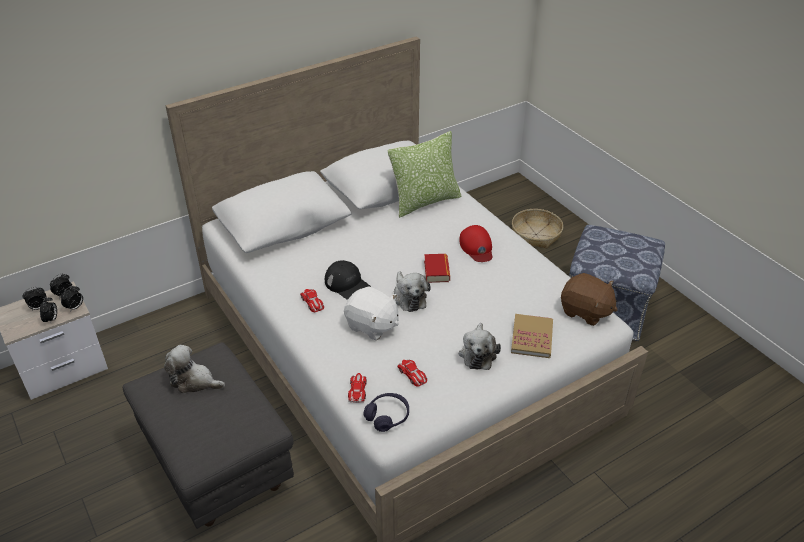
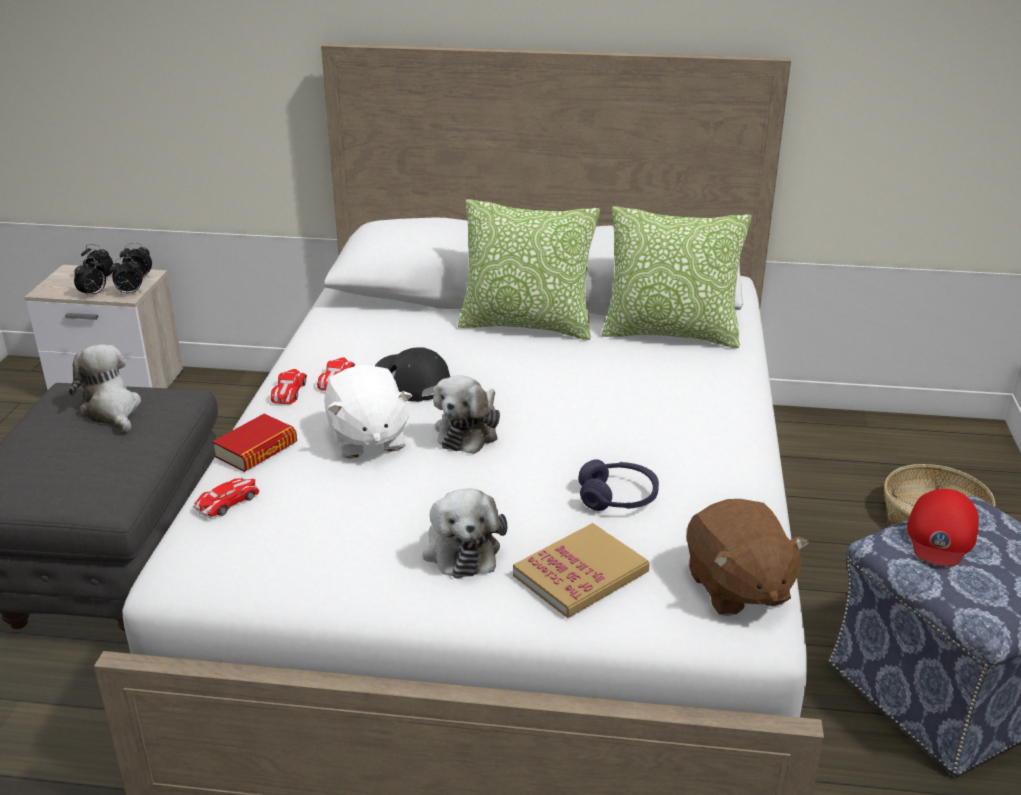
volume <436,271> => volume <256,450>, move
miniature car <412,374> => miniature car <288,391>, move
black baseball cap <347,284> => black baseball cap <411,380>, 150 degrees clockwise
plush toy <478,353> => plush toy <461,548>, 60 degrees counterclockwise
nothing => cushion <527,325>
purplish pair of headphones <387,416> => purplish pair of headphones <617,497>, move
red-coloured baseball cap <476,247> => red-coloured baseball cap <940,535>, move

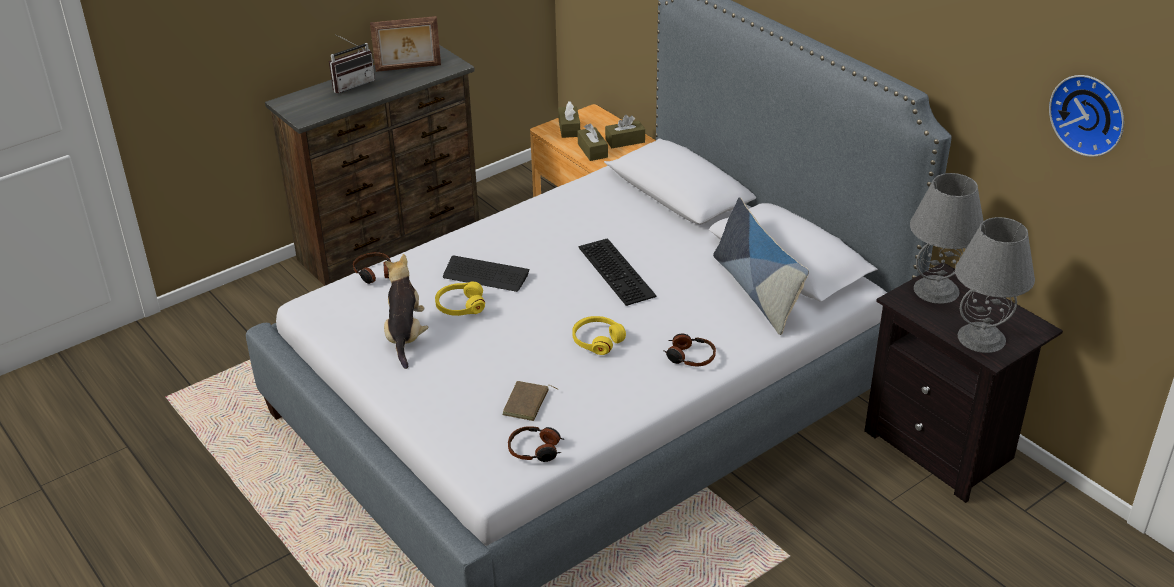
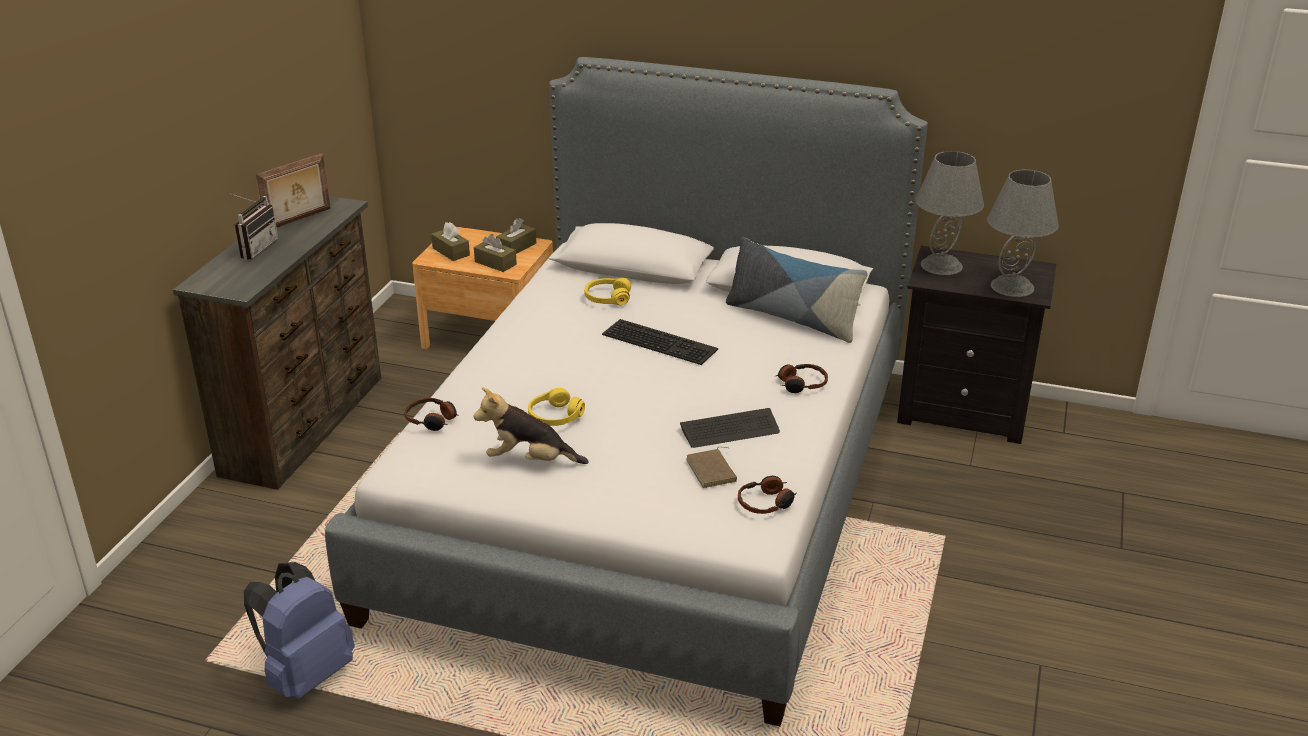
nothing => blue-coloured knapsack <306,674>
plush toy <405,336> => plush toy <530,460>, 45 degrees counterclockwise
yellowish pair of headphones <597,340> => yellowish pair of headphones <607,298>, move
computer keyboard <485,275> => computer keyboard <730,430>, move
hanging clock <1090,113> => nothing

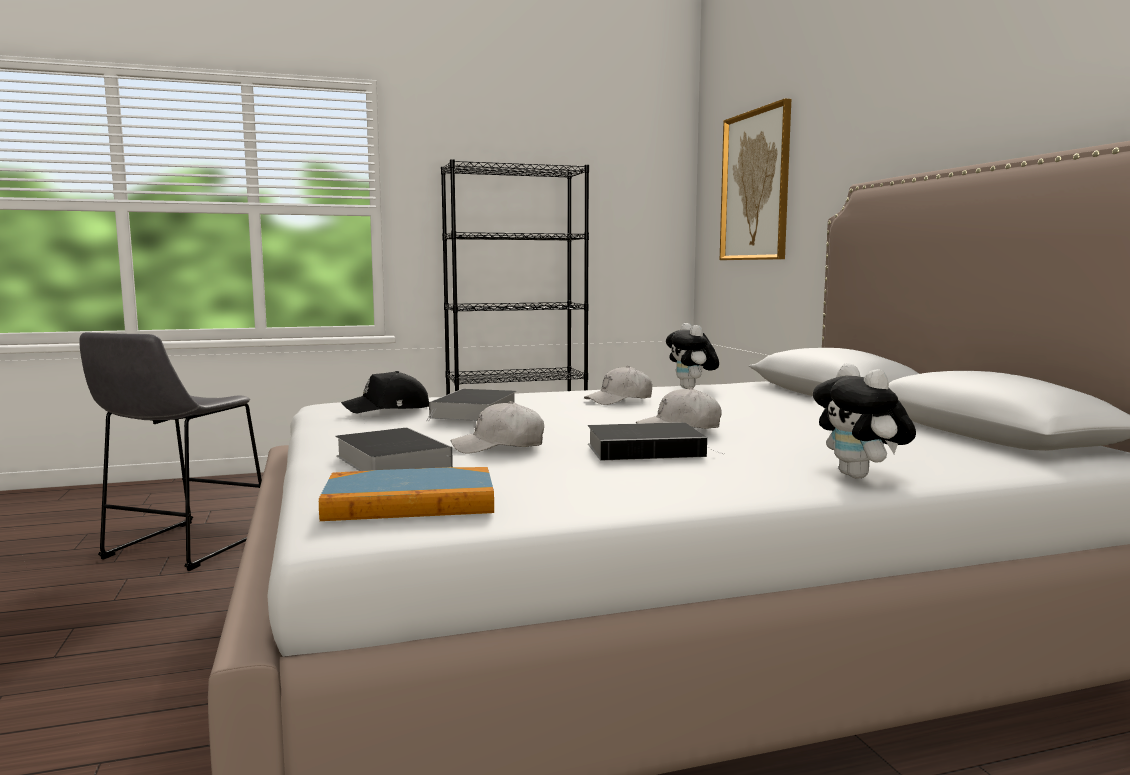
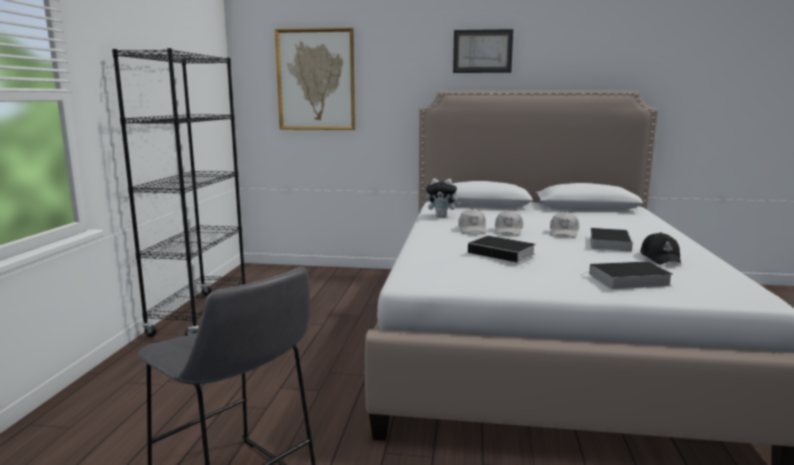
nothing => wall art <482,51>
white-coloured baseball cap <499,446> => white-coloured baseball cap <508,231>, move
black baseball cap <388,409> => black baseball cap <661,258>, move
volume <410,502> => nothing
plush toy <860,476> => nothing

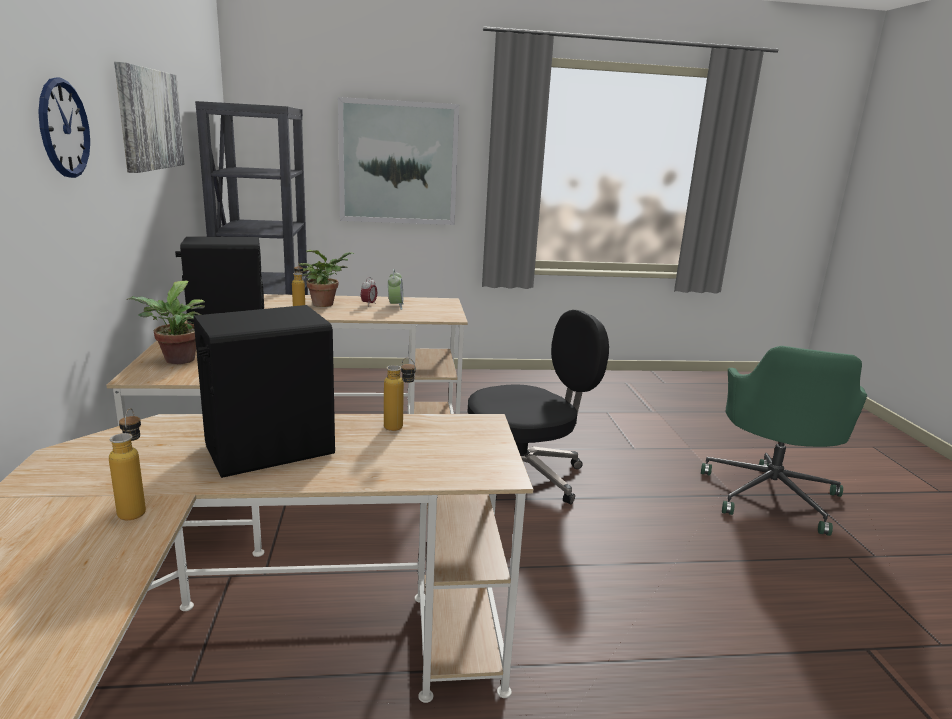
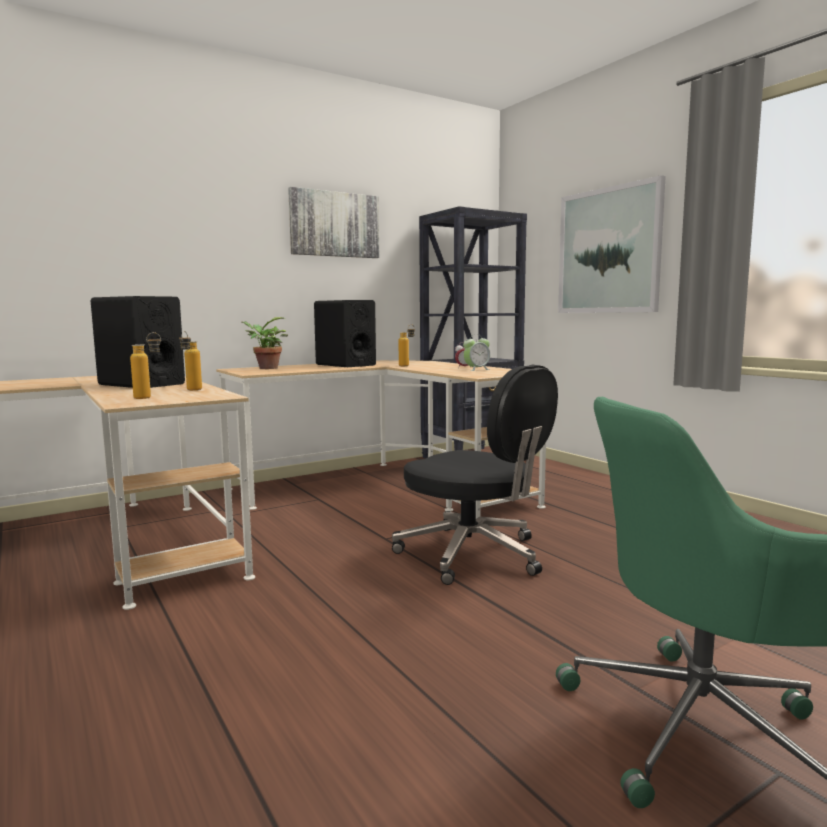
drink bottle <136,508> => drink bottle <149,397>, move
hanging clock <63,128> => nothing
houseplant <325,304> => nothing

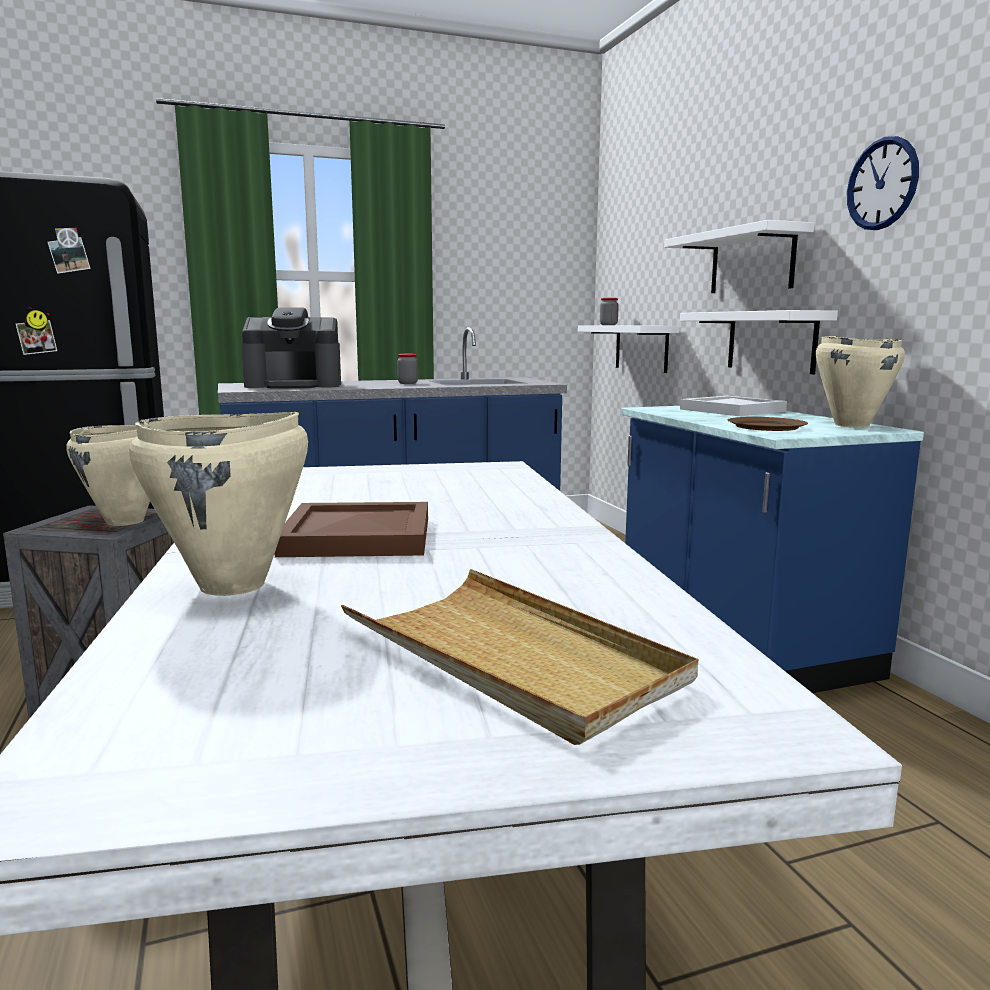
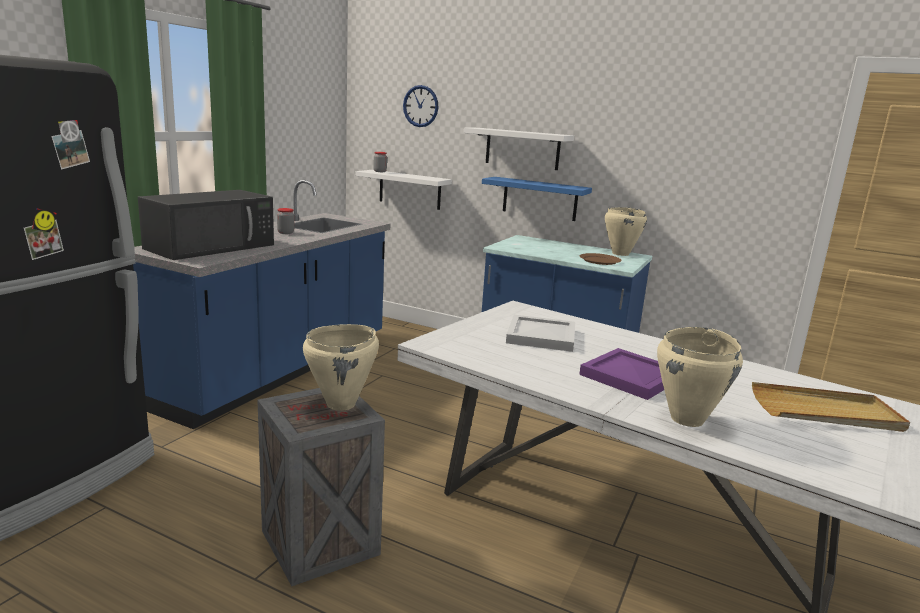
coffee machine <294,385> => black kitchen microwave <212,246>
hanging clock <882,184> => hanging clock <420,106>, move
white-coloured wall shelf <771,341> => blue-coloured wall shelf <540,199>
white-coloured serving tray <734,410> => white-coloured serving tray <542,336>, move
brown serving tray <360,537> => purplish serving tray <632,377>

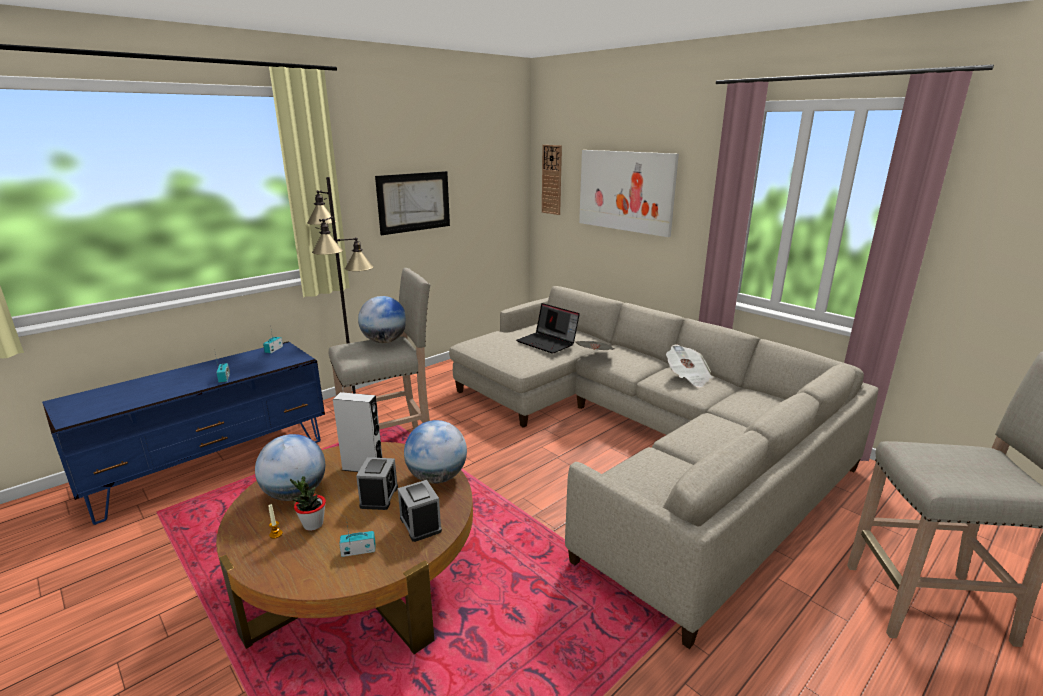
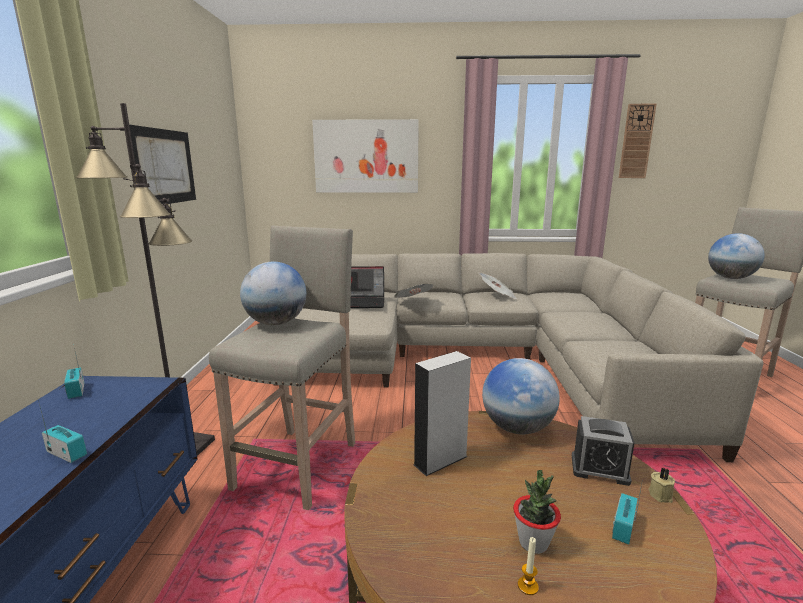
hanging clock <552,180> => hanging clock <636,141>, move
nothing => sand-coloured wax light <661,494>
globe <295,494> => globe <730,278>, move
bedside clock <379,496> => nothing

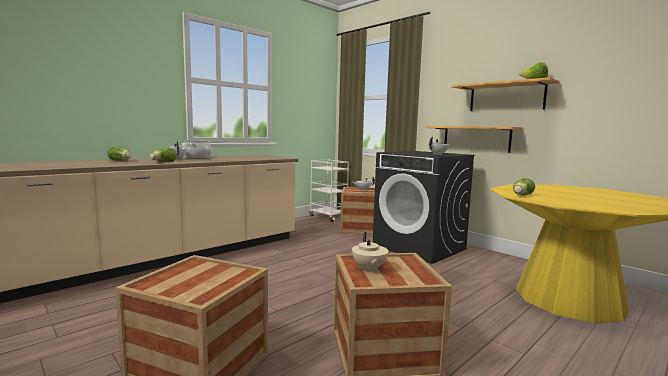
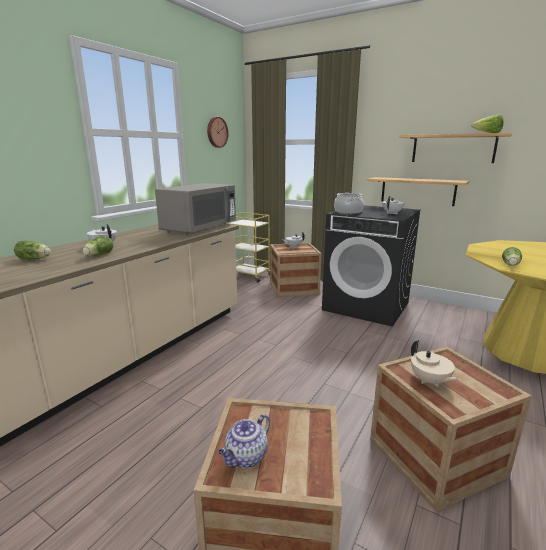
nothing => gray kitchen microwave <199,228>
nothing => hanging clock <216,132>
nothing => teapot <246,457>
white-coloured cart <328,217> => yellowish cart <250,275>
saucepot <197,158> => saucepot <348,212>, move

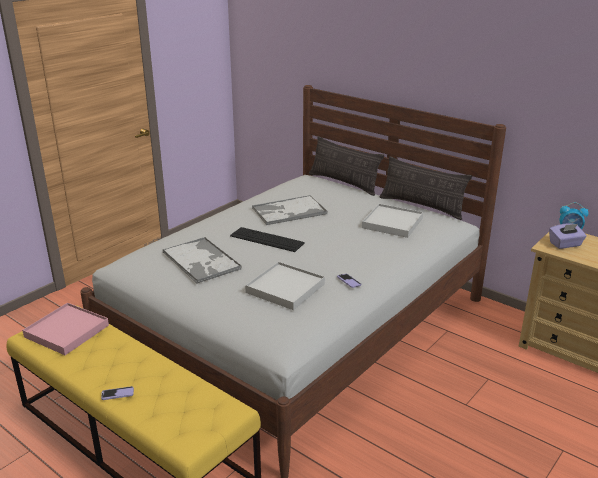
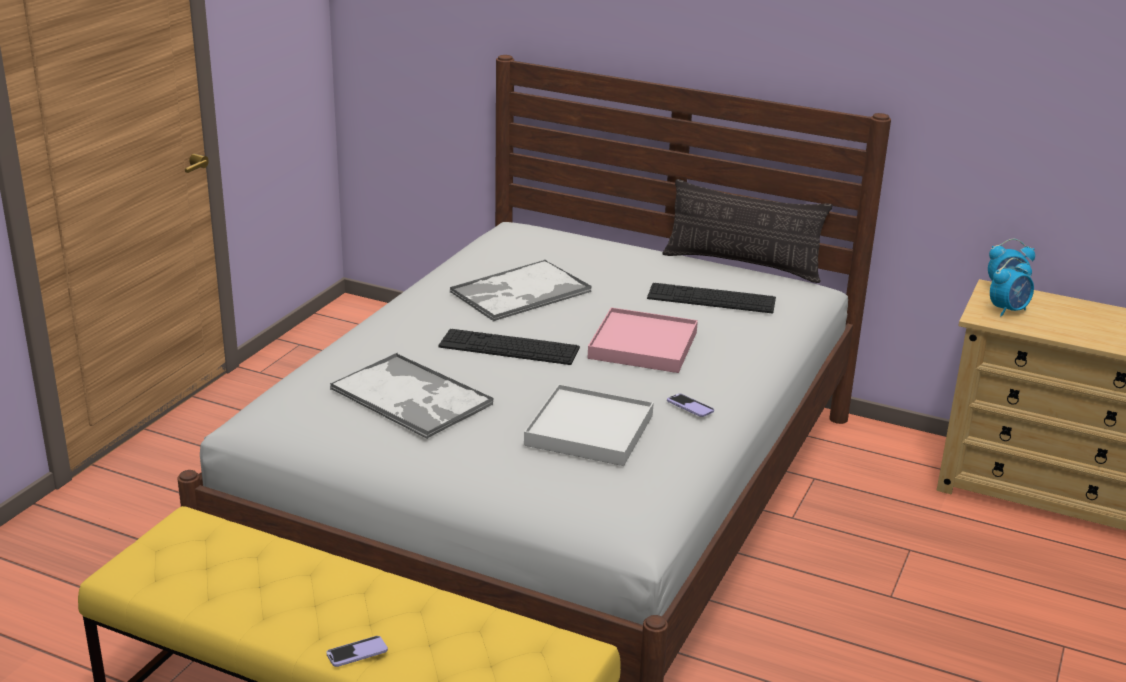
pink serving tray <67,331> => pink serving tray <643,345>, move
white-coloured serving tray <392,223> => computer keyboard <711,298>
purplish tissue box <565,244> => bedside clock <1008,310>
cushion <344,183> => nothing

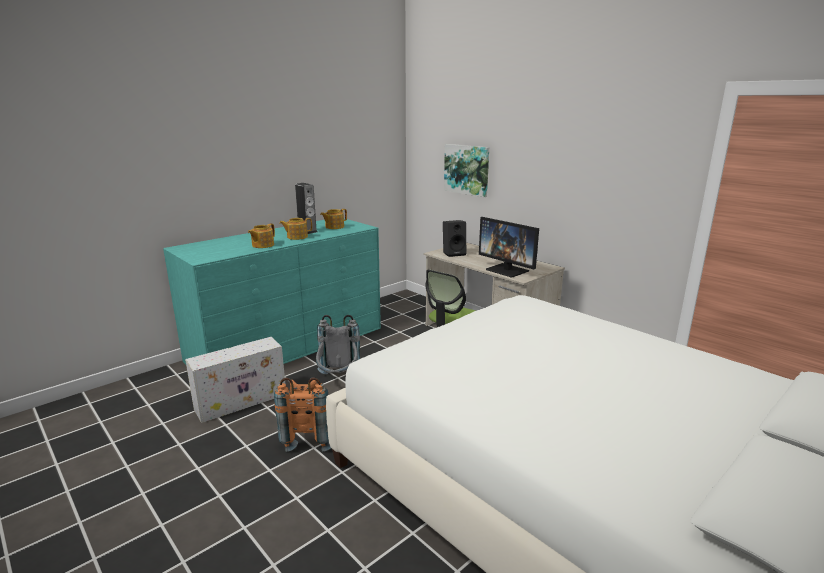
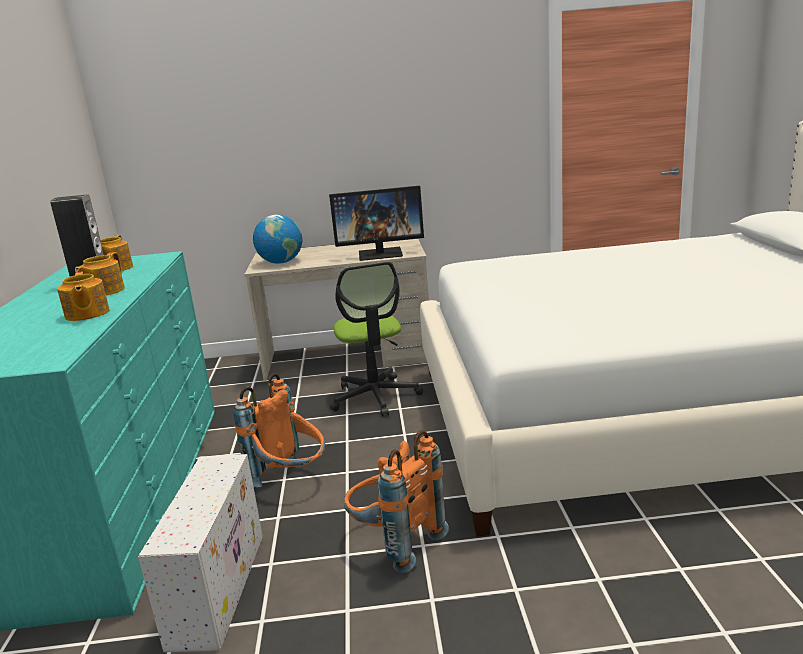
gray knapsack <338,380> => orangey knapsack <291,480>
black loudspeaker <454,253> => globe <281,262>
wall art <467,169> => nothing

